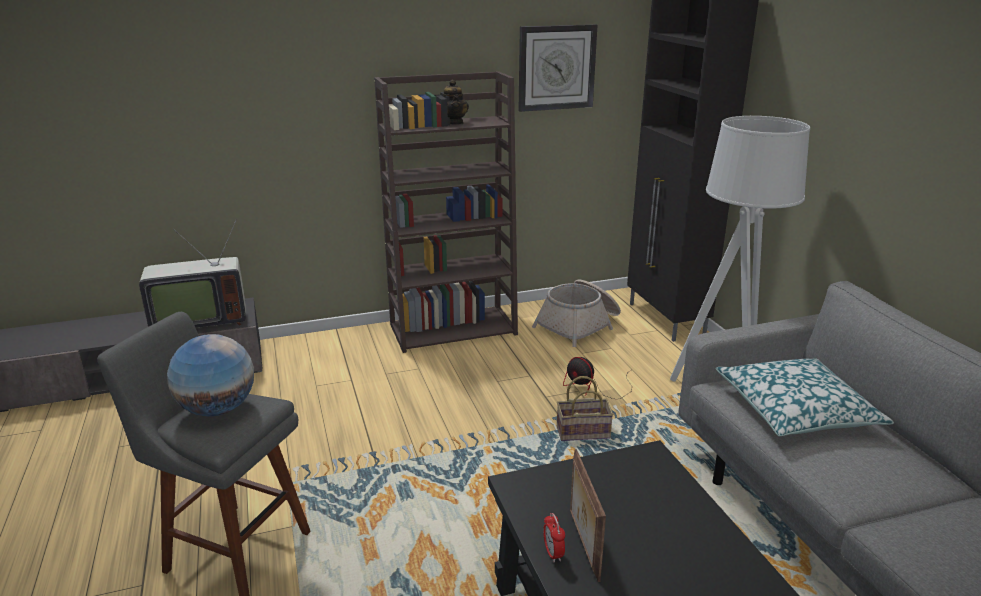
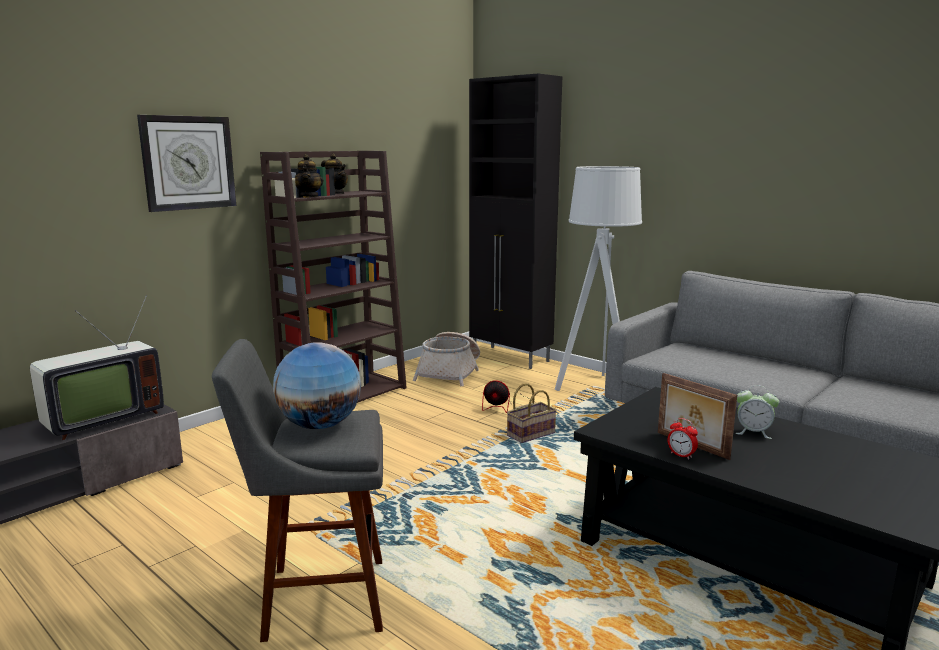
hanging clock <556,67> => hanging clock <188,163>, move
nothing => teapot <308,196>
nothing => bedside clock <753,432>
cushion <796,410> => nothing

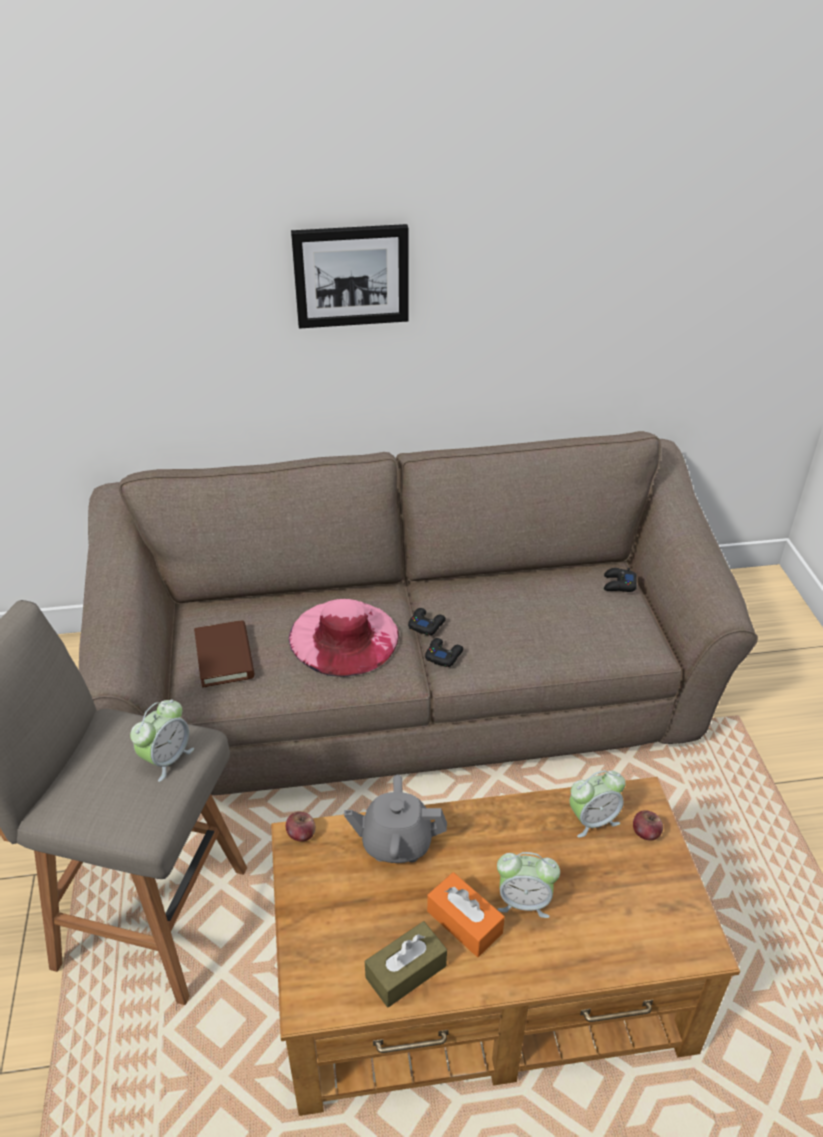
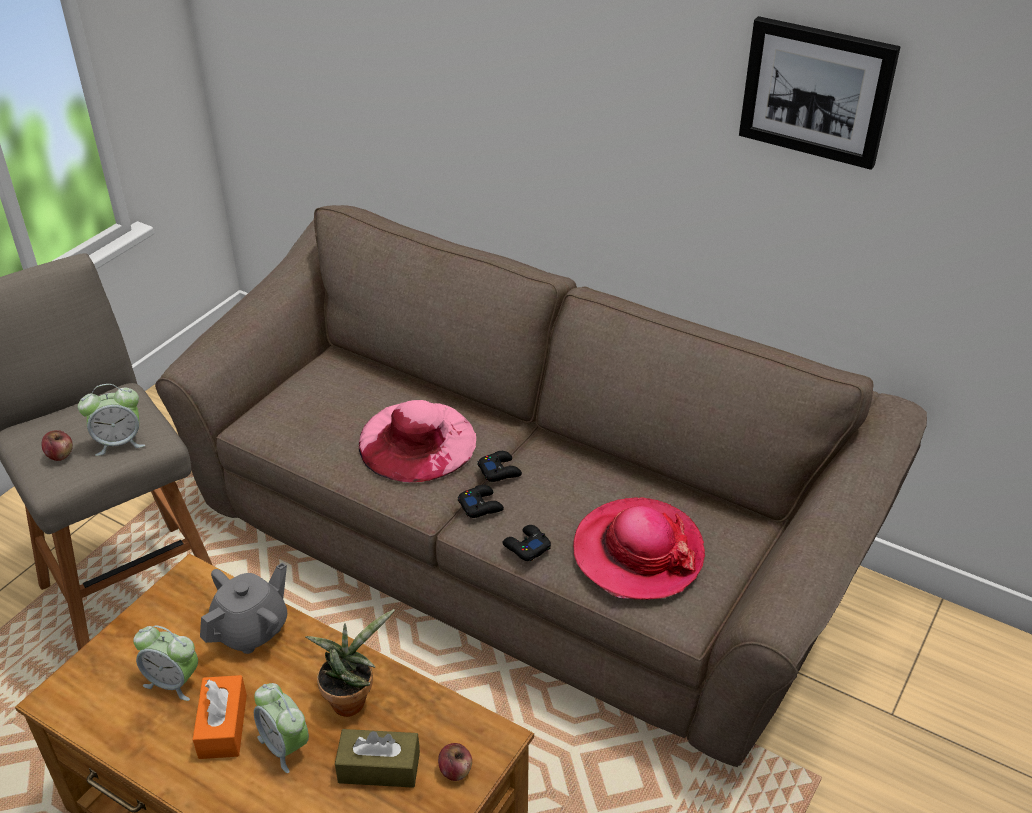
apple <301,834> => apple <60,455>, move
bedside clock <592,820> => bedside clock <173,682>, move
gray teapot <396,842> => gray teapot <251,629>, 90 degrees clockwise
nothing => houseplant <351,698>
brown tissue box <406,971> => brown tissue box <379,767>, move
black joypad <619,584> => black joypad <526,547>, move
nothing => wearable hat <638,552>
wall art <351,275> => wall art <817,91>, move
brown volume <224,657> => nothing

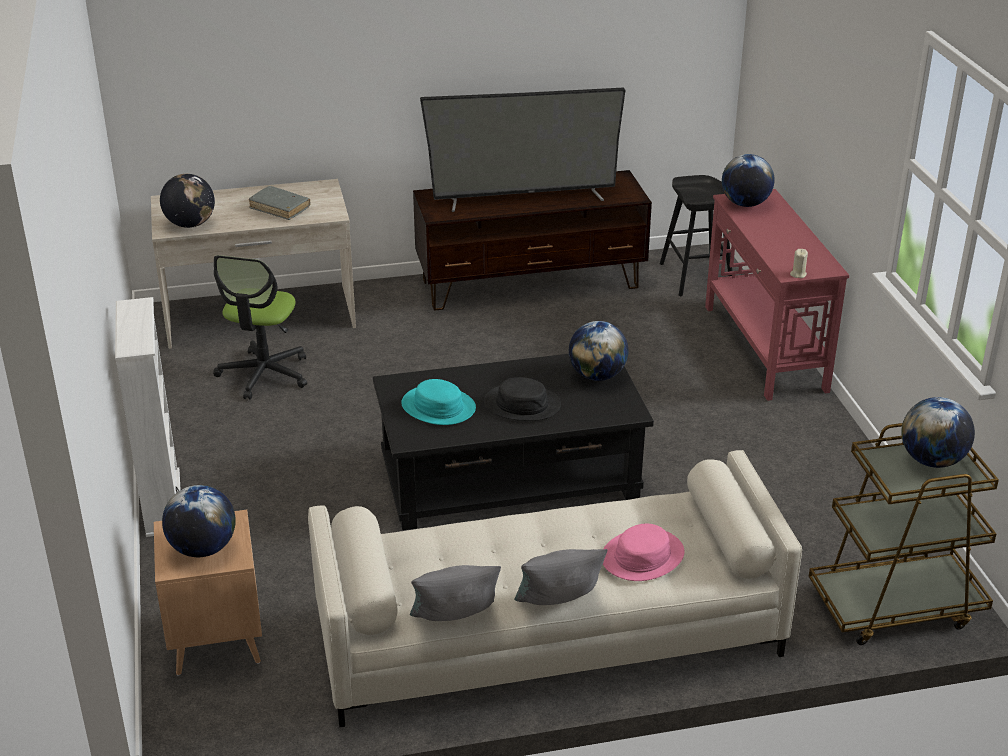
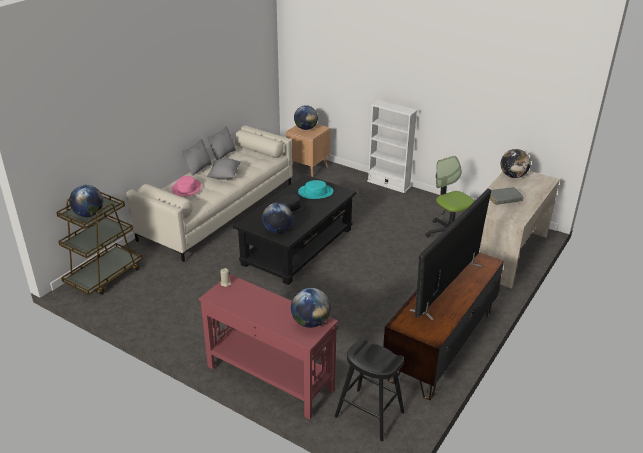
nothing => gray cushion <224,176>

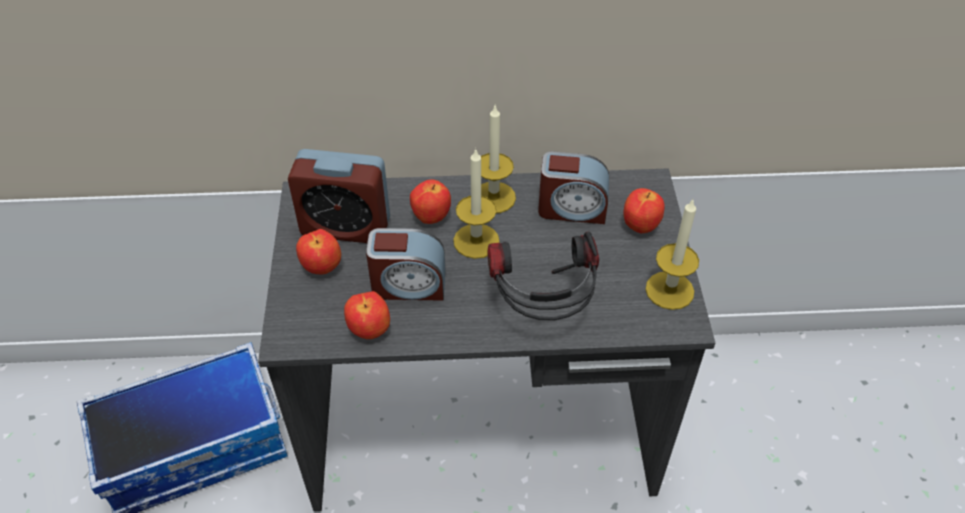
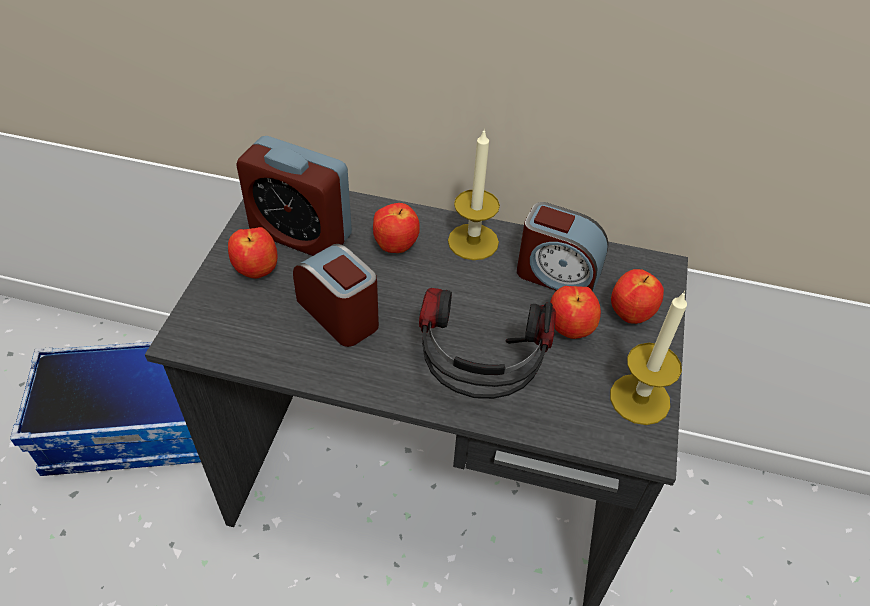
bedside clock <408,285> => bedside clock <340,313>, 150 degrees counterclockwise
apple <370,330> => apple <570,330>, move
wax light <476,241> => nothing

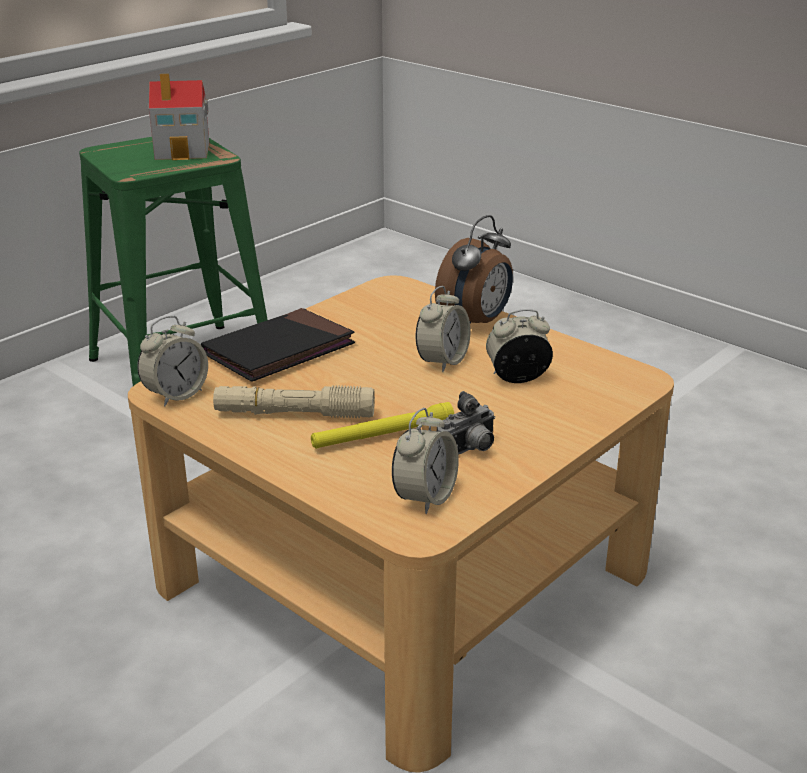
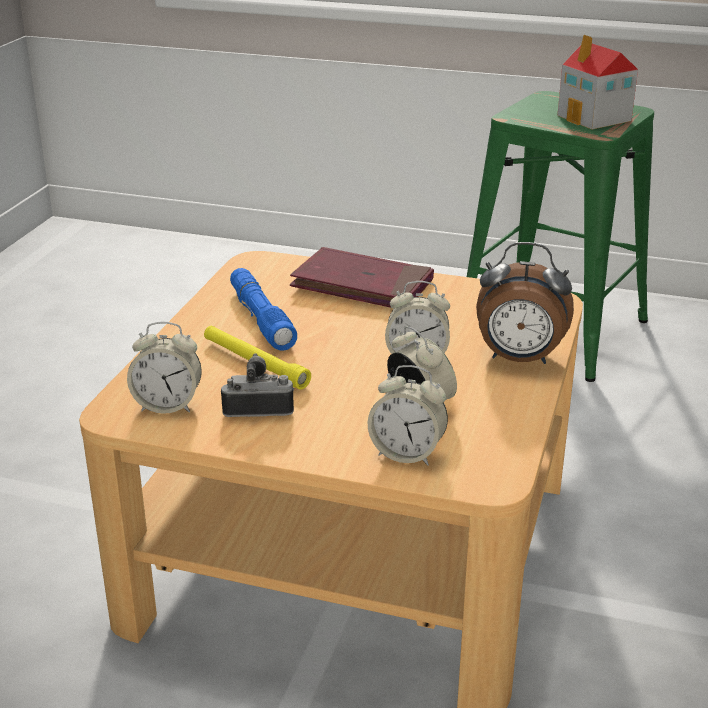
photo camera <469,451> => photo camera <258,409>, 150 degrees clockwise
sand-coloured hand torch <294,414> => blue-coloured hand torch <261,318>
black volume <279,351> => red-coloured volume <362,285>
bedside clock <176,395> => bedside clock <407,453>, move

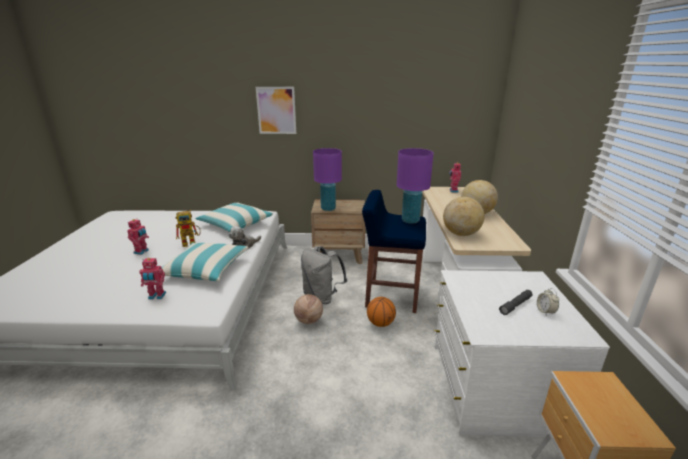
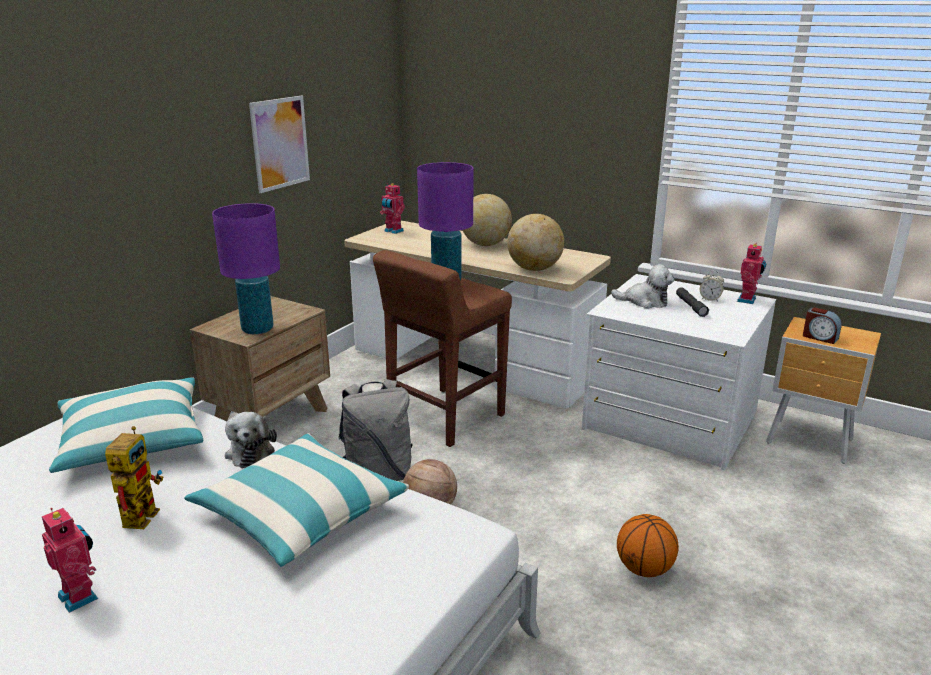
wall art <276,110> => wall art <280,143>, move
blue-coloured stool <391,295> => brown stool <444,417>
nothing => plush toy <644,301>
ball for basketball <380,323> => ball for basketball <644,569>, move
model robot <156,296> => model robot <748,300>, move
nothing => bedside clock <820,337>

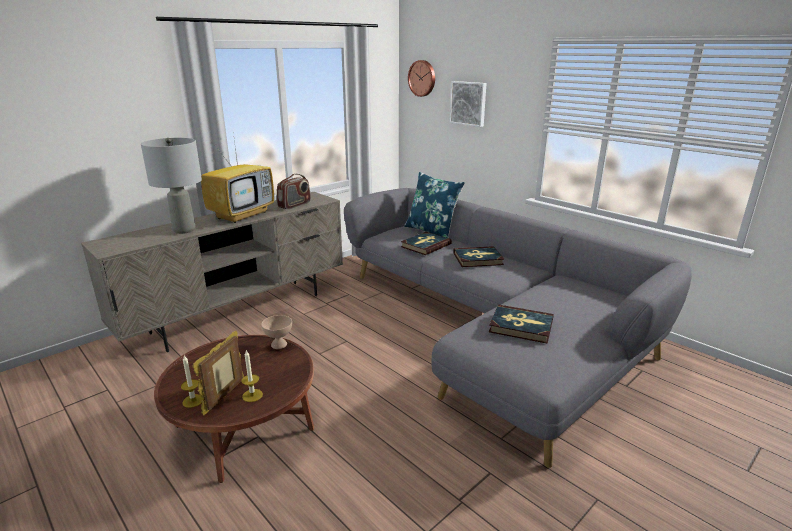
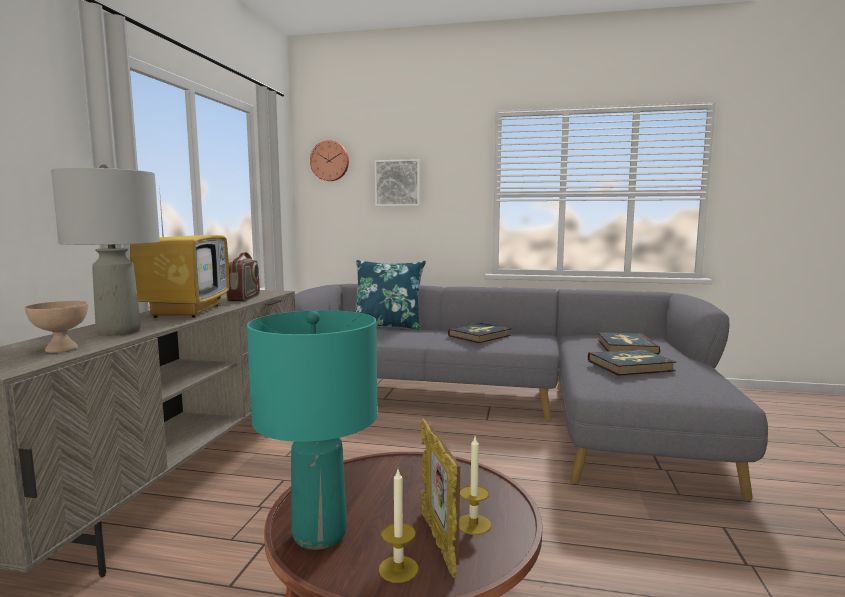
sand-coloured deep dish <278,345> => sand-coloured deep dish <60,349>, move
nothing => turquoise-coloured lamp for a table <319,534>
volume <425,245> => volume <626,346>, move

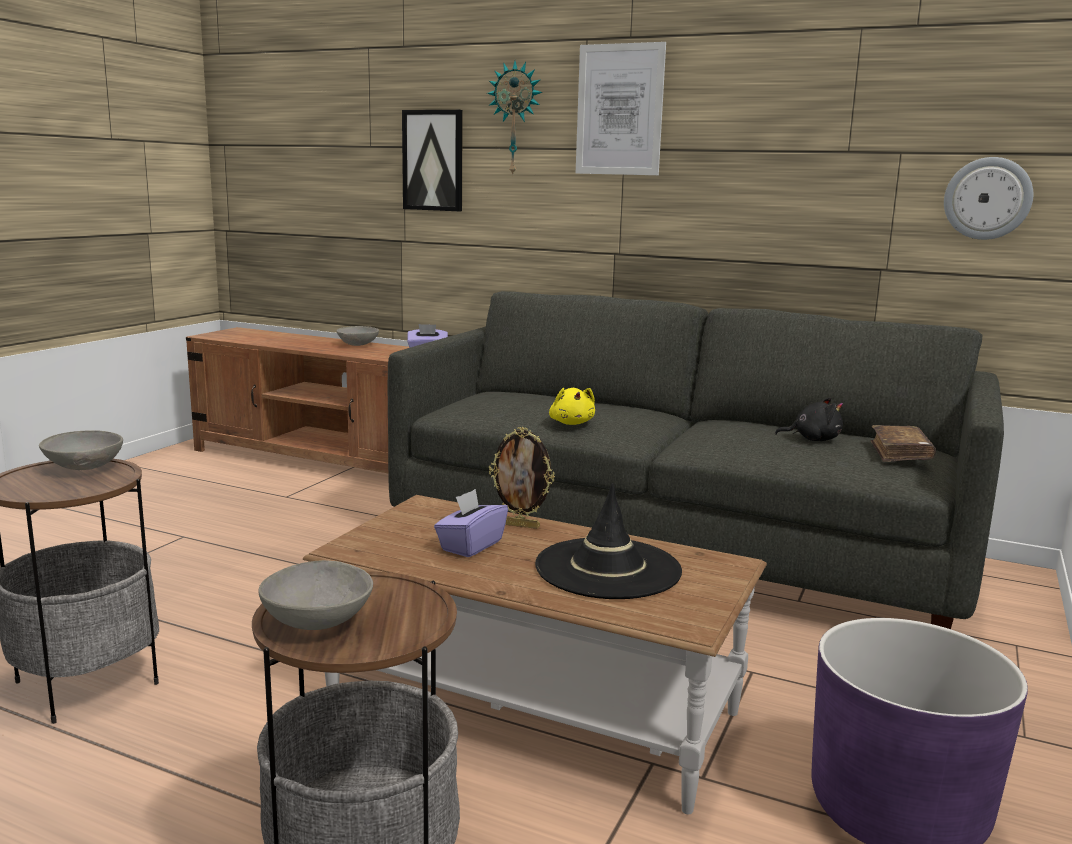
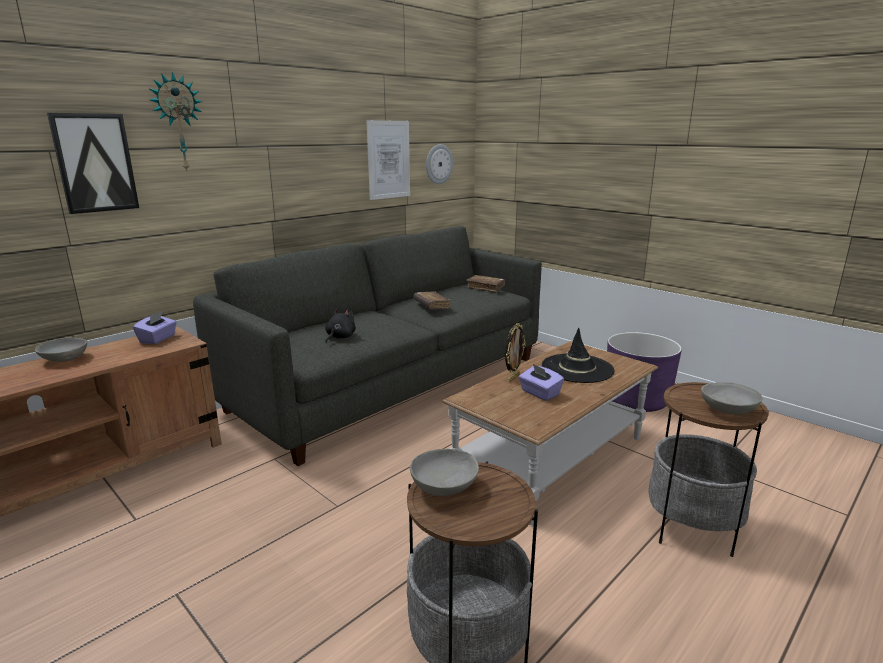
black plush toy <812,439> => black plush toy <339,337>, move
wall art <619,110> => wall art <388,160>, move
nothing => brown volume <432,306>
yellowish plush toy <571,423> => nothing

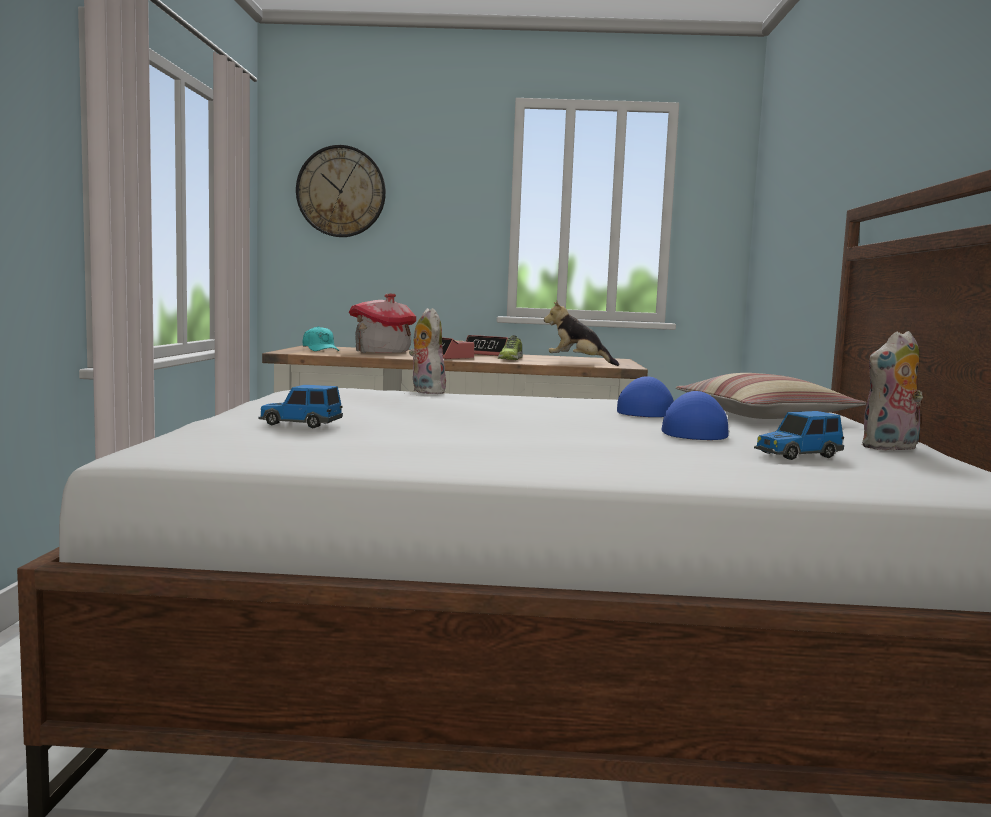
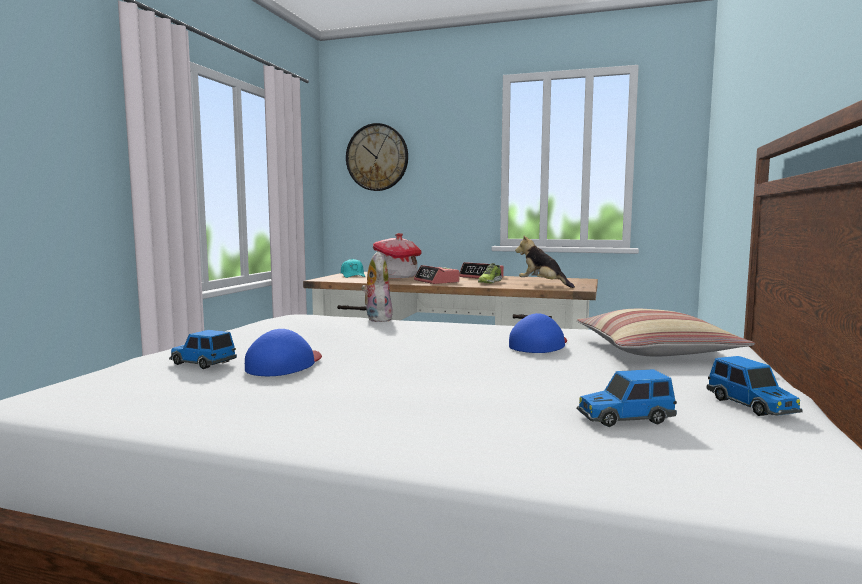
blue-coloured baseball cap <693,432> => blue-coloured baseball cap <285,365>, move
plush toy <890,448> => miniature car <752,406>

